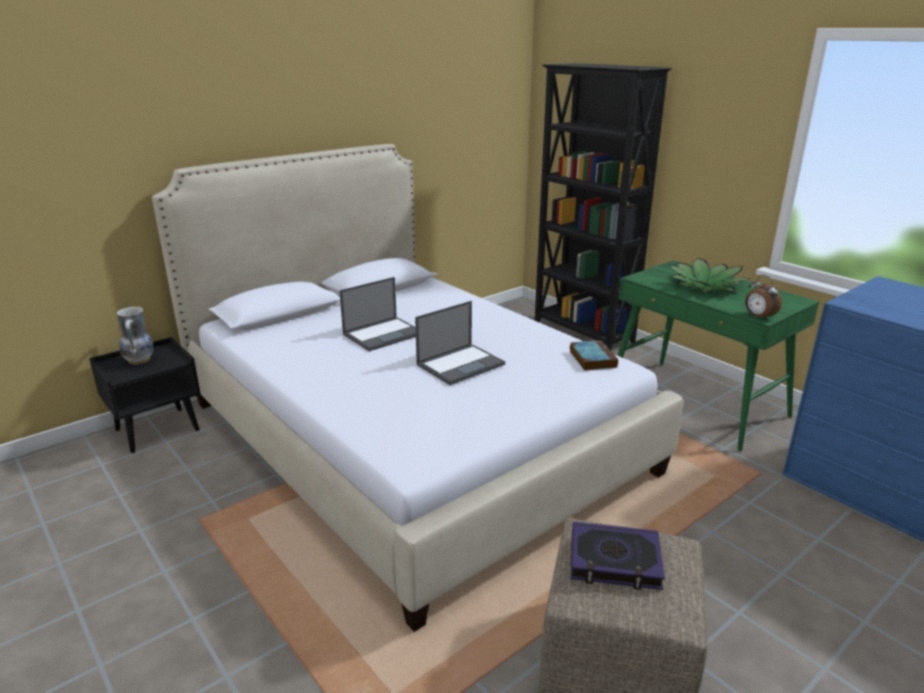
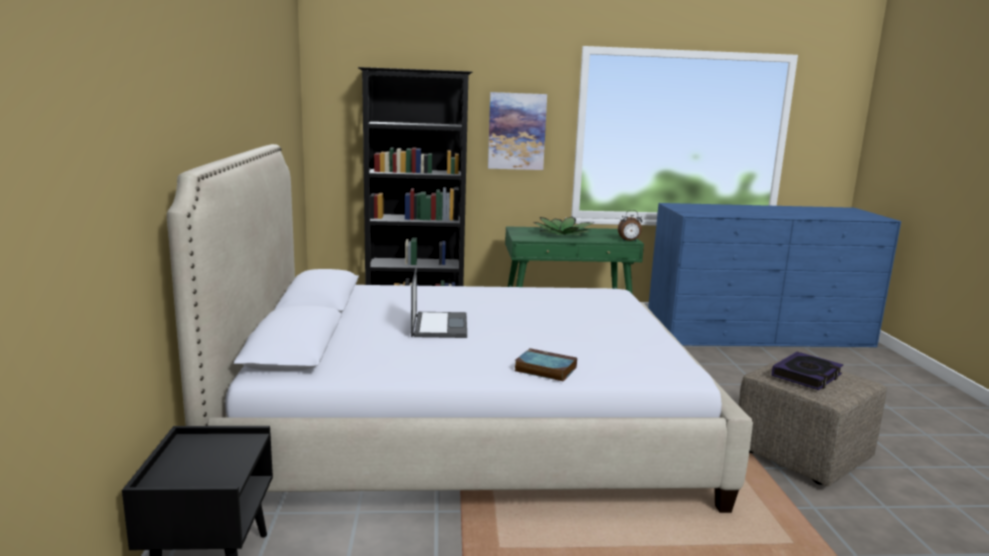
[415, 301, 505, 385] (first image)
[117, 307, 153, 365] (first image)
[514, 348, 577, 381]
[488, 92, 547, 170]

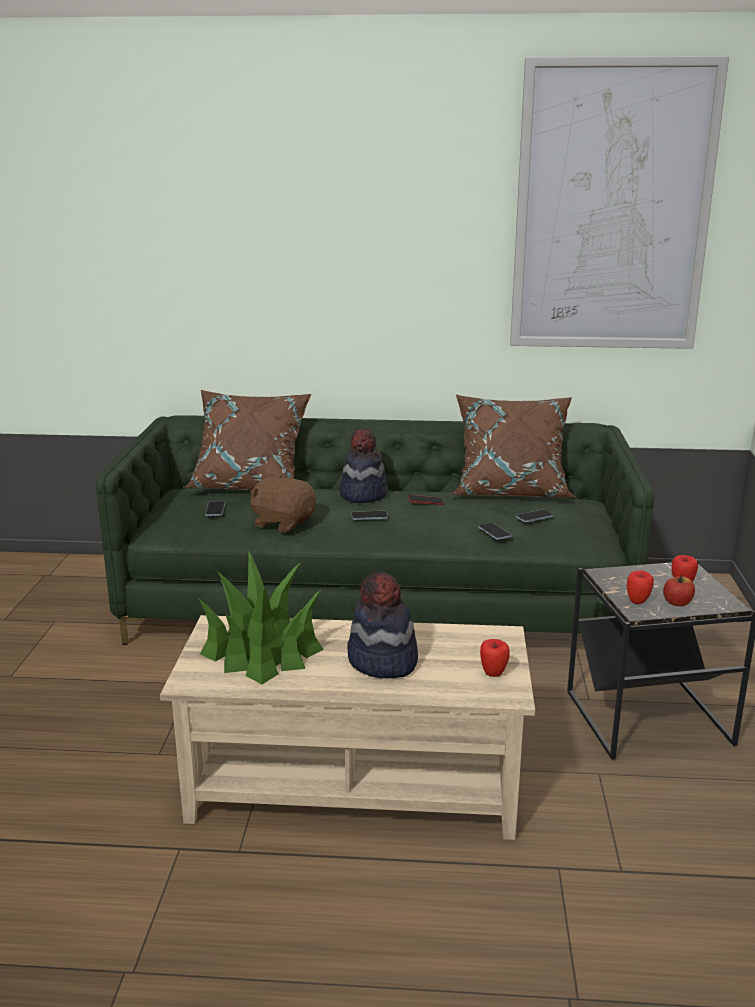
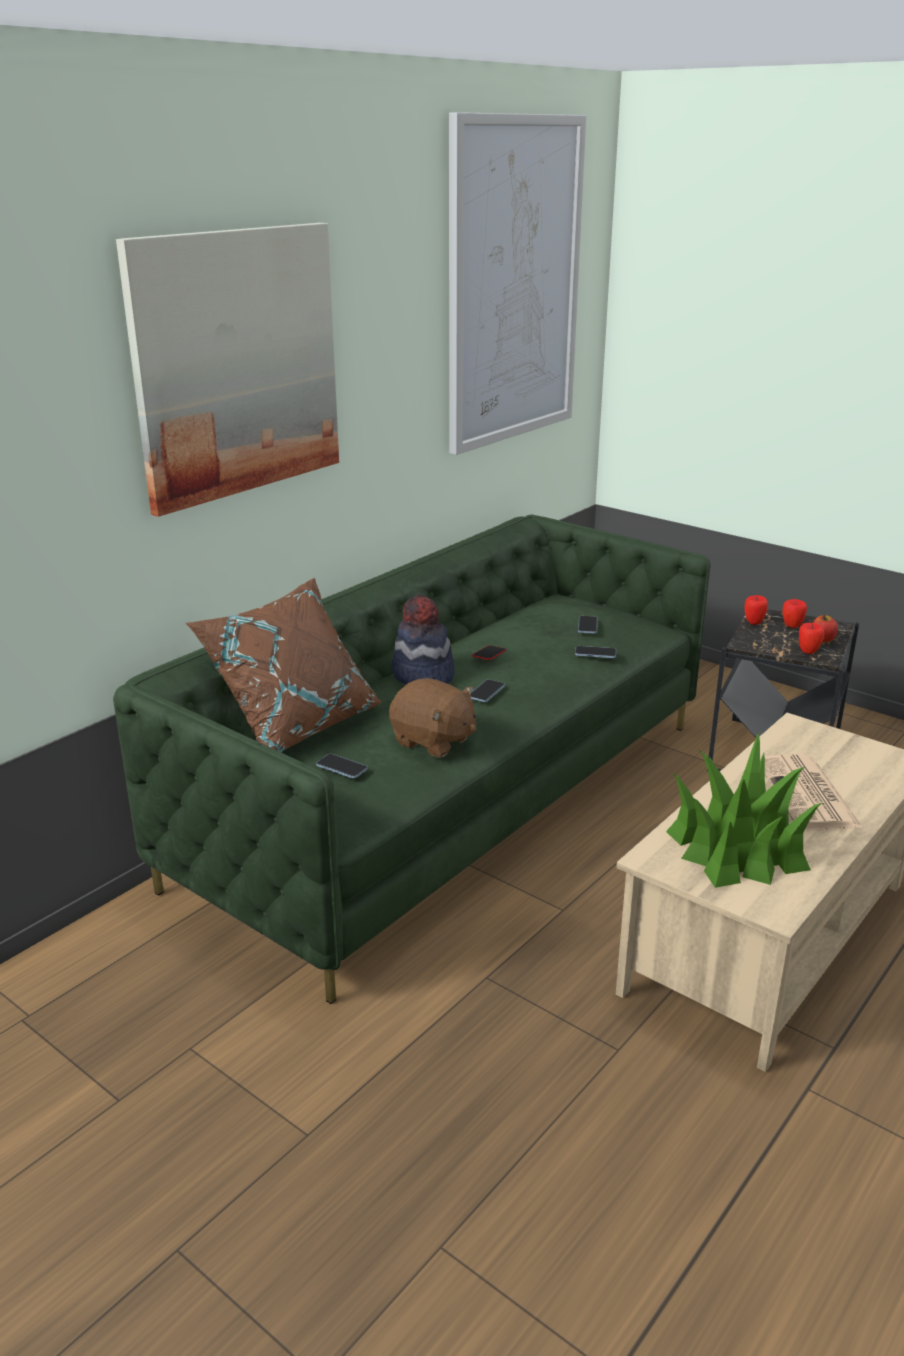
[451, 395, 576, 498] (first image)
[389, 678, 476, 758]
[760, 754, 863, 830]
[745, 595, 768, 625]
[116, 223, 339, 517]

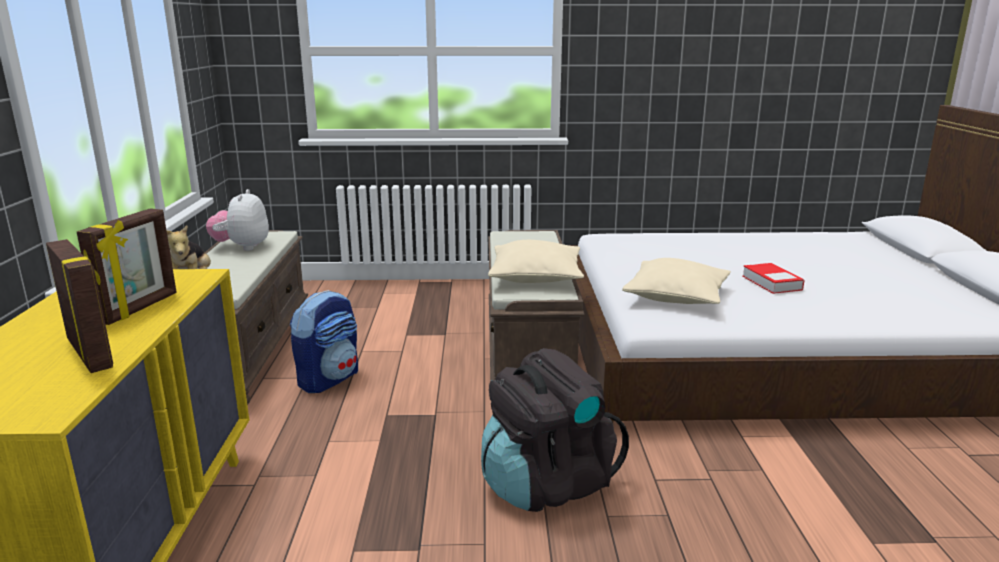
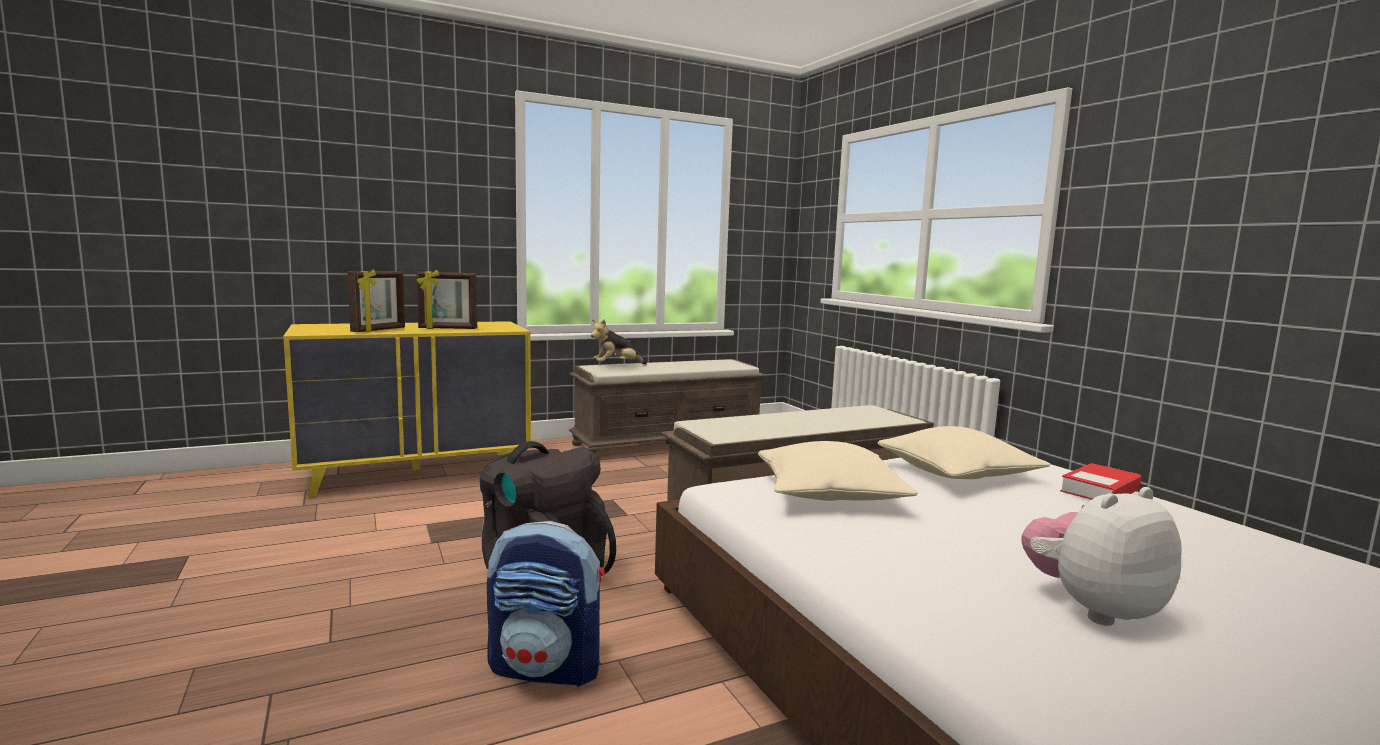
[1021, 487, 1182, 626]
[877, 426, 1051, 479]
[1060, 463, 1142, 500]
[487, 521, 605, 687]

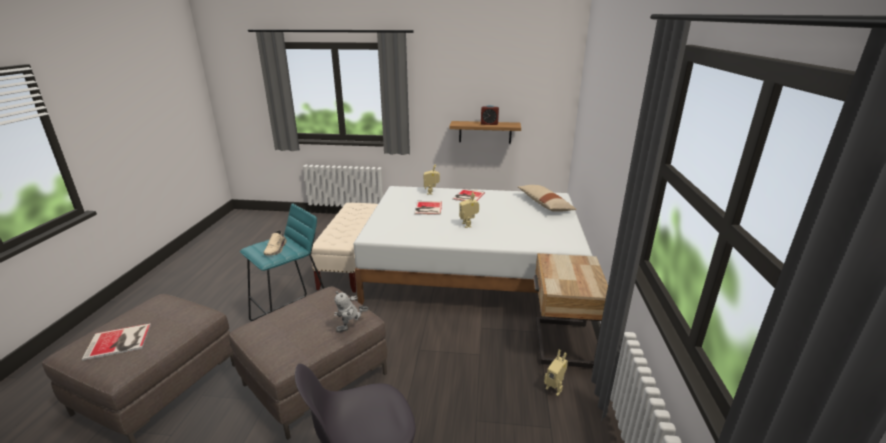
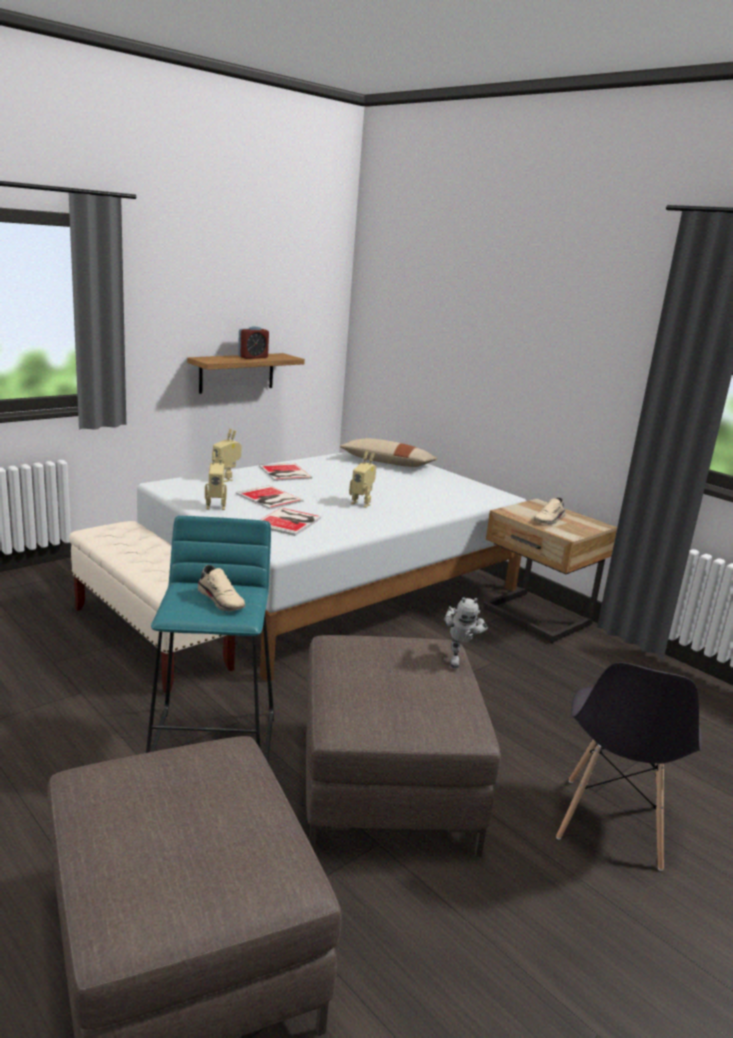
[260, 508, 321, 536]
[205, 451, 227, 510]
[534, 497, 565, 525]

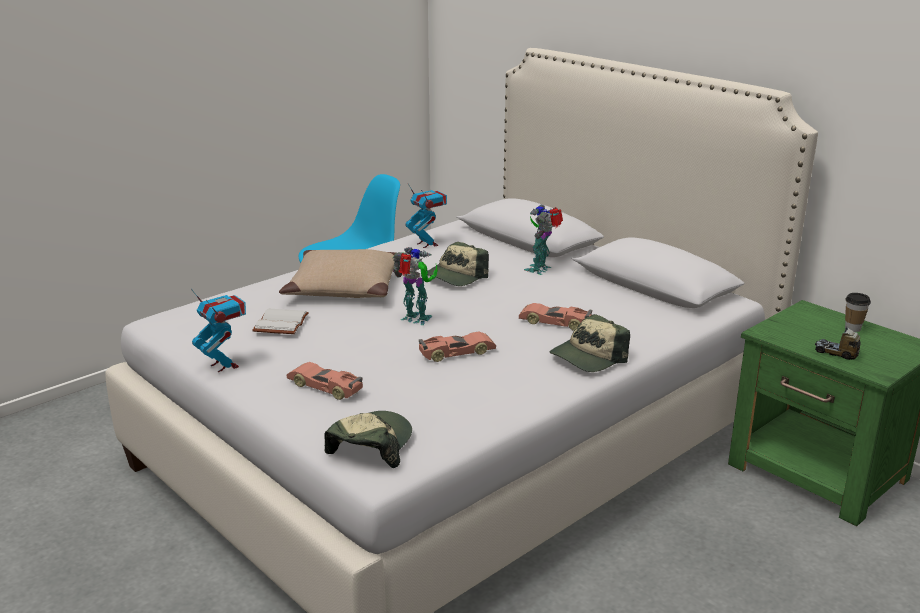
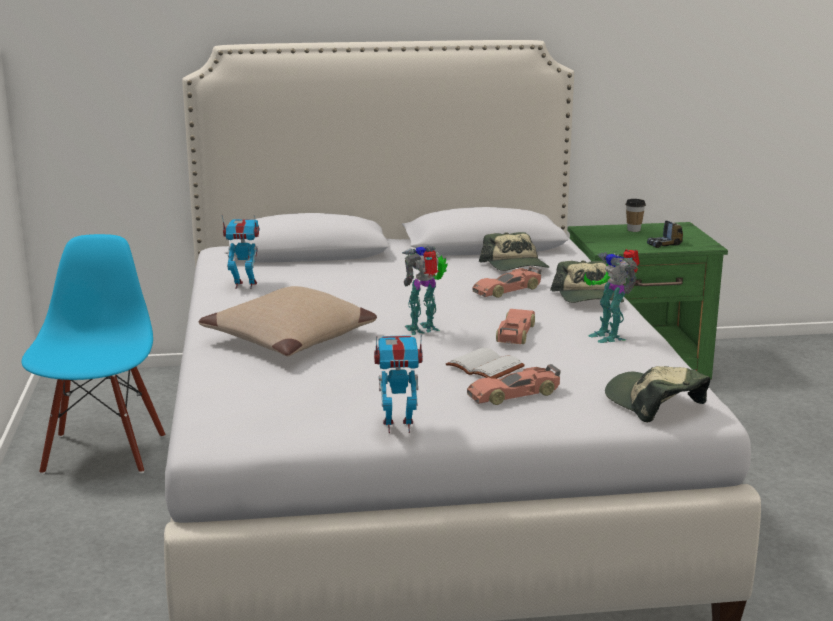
[584, 249, 640, 343]
[479, 232, 549, 271]
[446, 347, 525, 379]

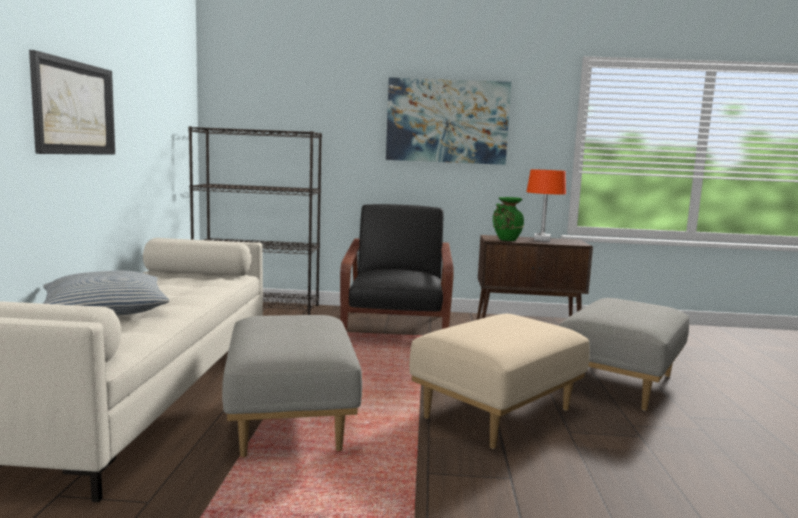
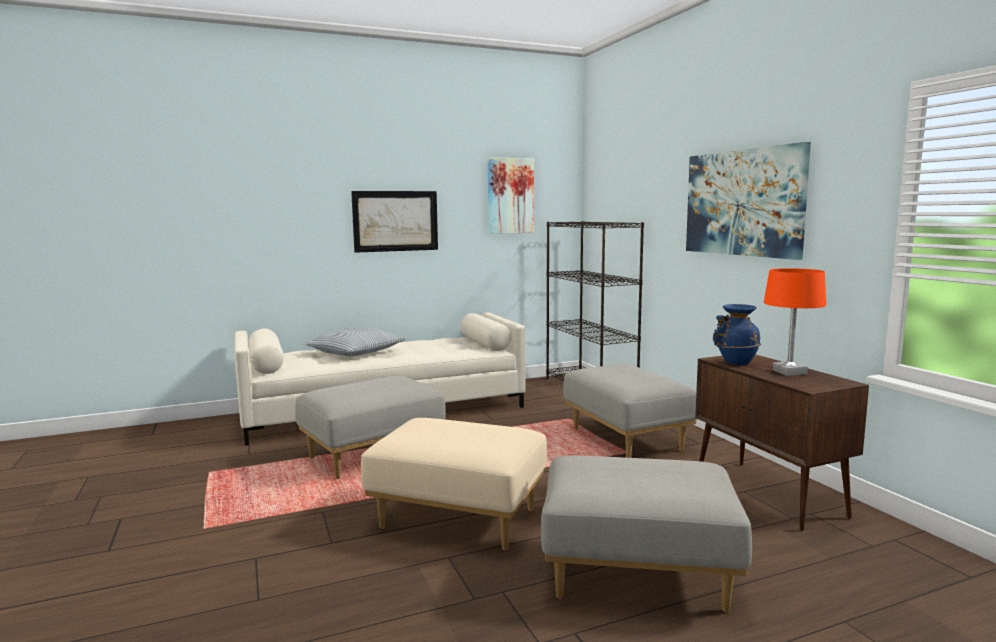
[713, 304, 761, 365]
[563, 364, 697, 458]
[487, 157, 534, 234]

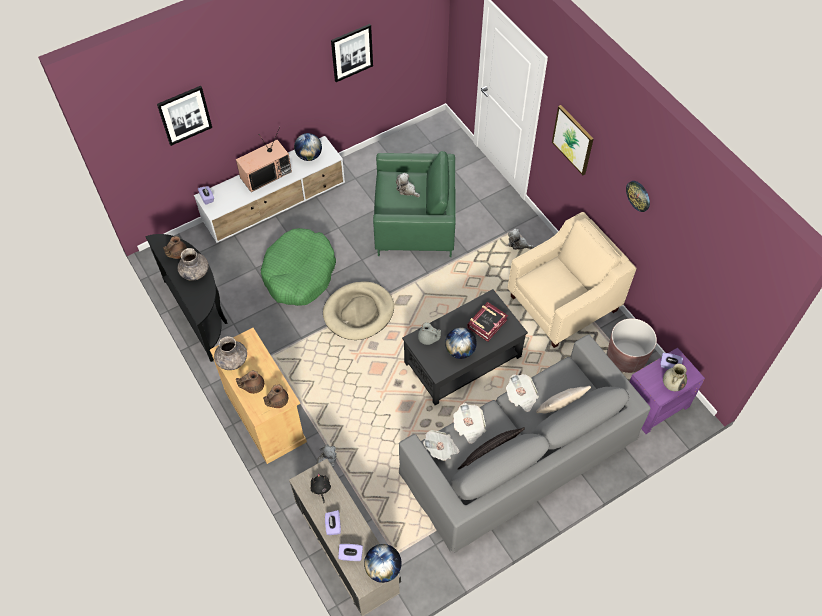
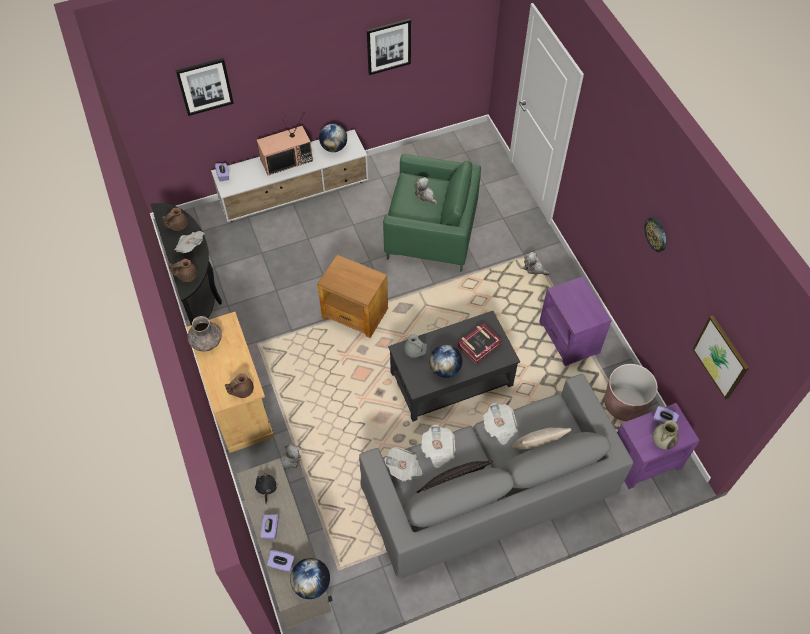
[693, 316, 749, 400]
[539, 276, 612, 366]
[261, 228, 336, 306] (first image)
[174, 231, 205, 253]
[317, 255, 388, 338]
[168, 259, 198, 282]

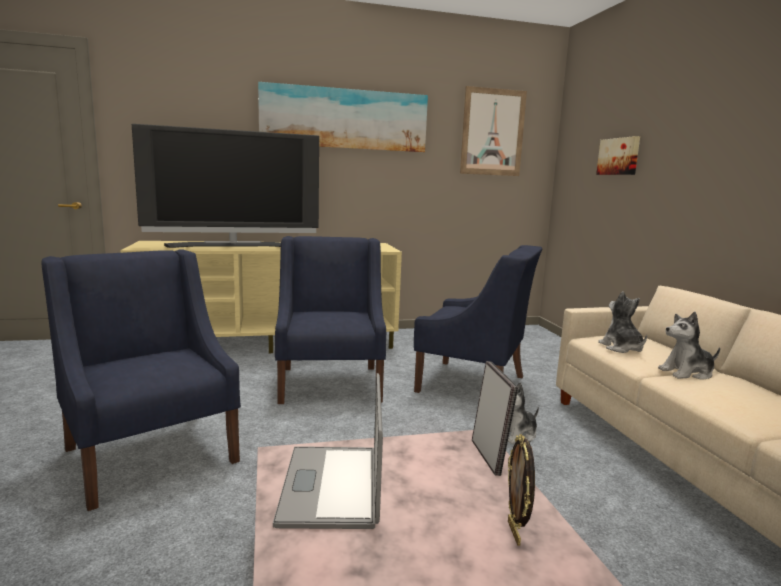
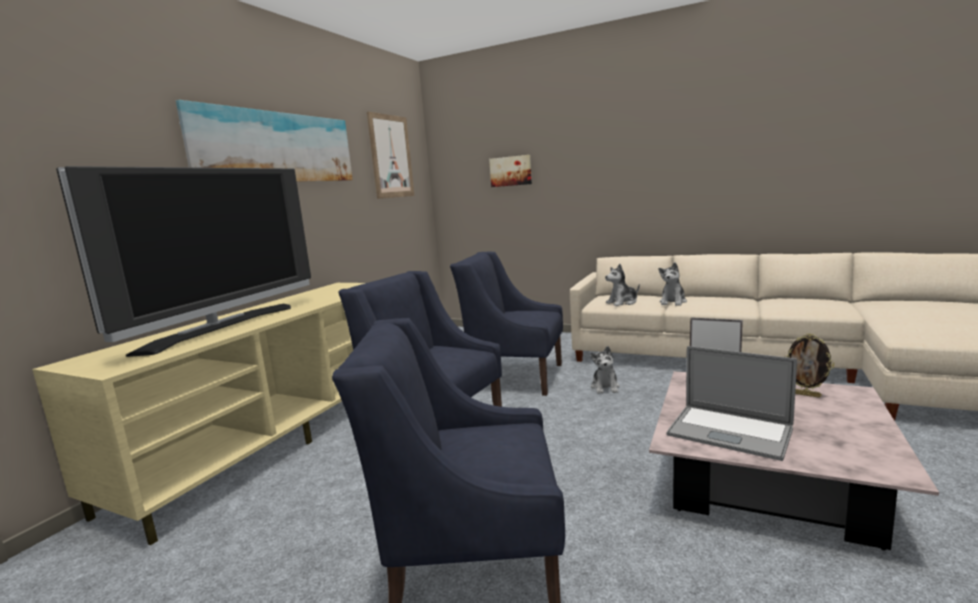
[450, 251, 563, 396]
[605, 264, 640, 306]

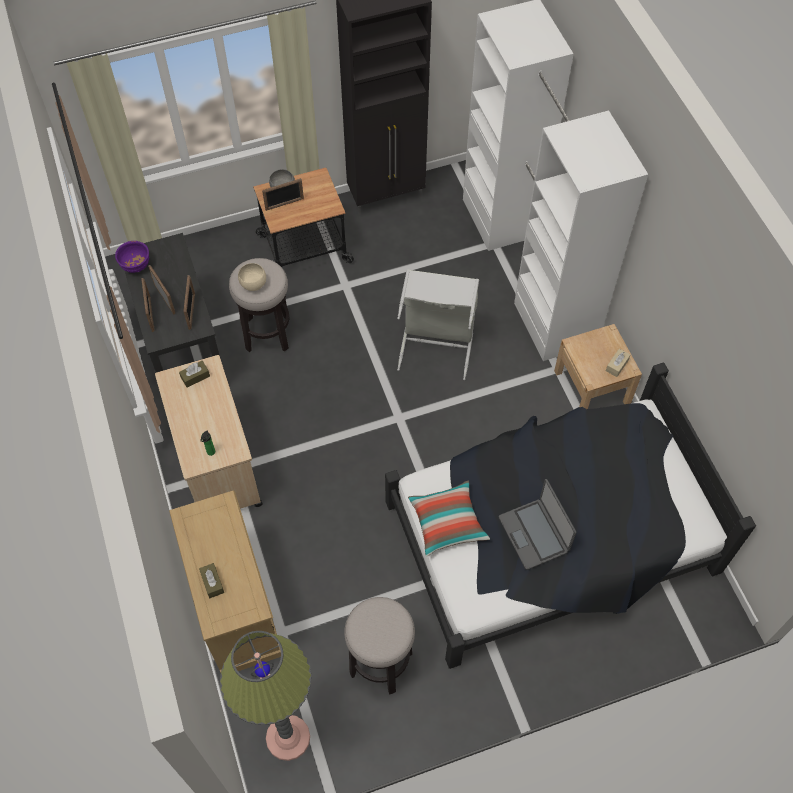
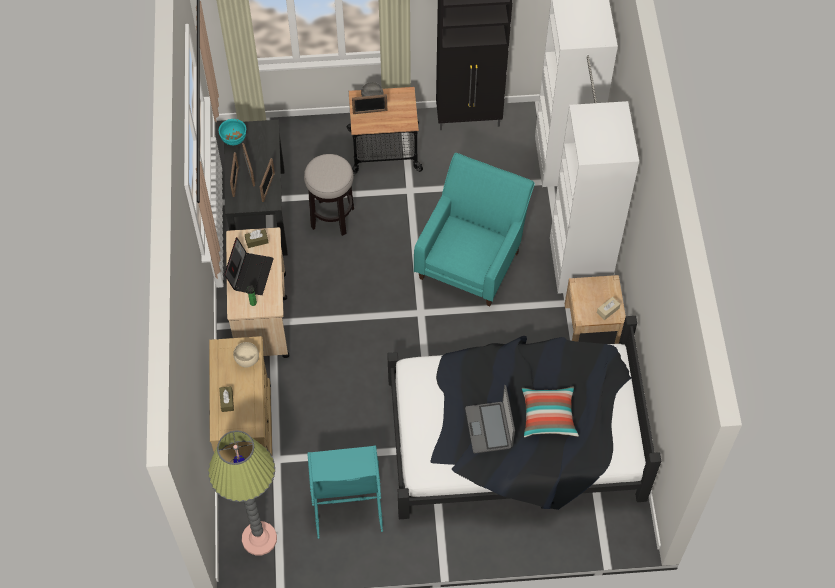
[218, 119, 246, 145]
[233, 342, 259, 368]
[414, 153, 535, 306]
[522, 386, 579, 438]
[307, 446, 383, 539]
[224, 237, 274, 295]

